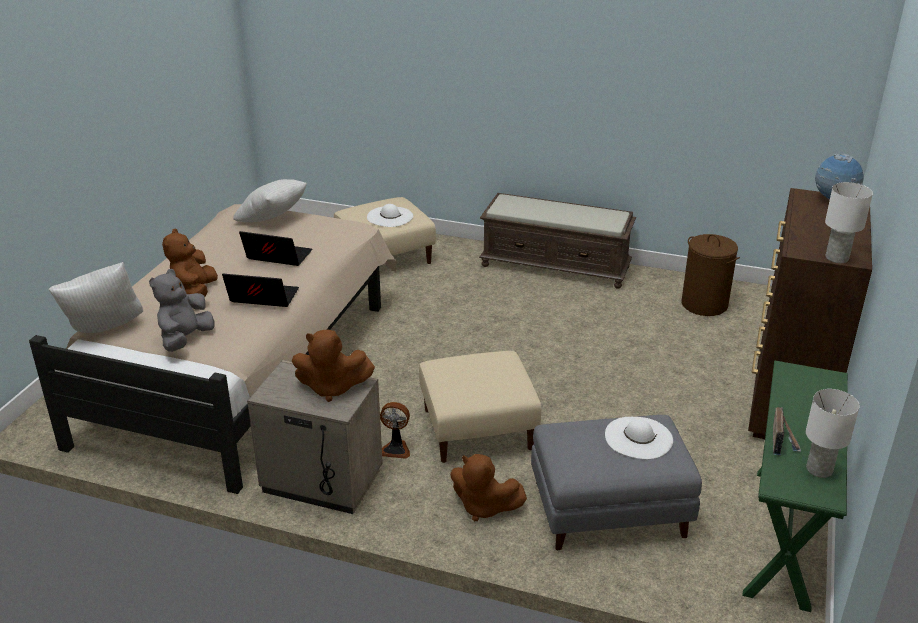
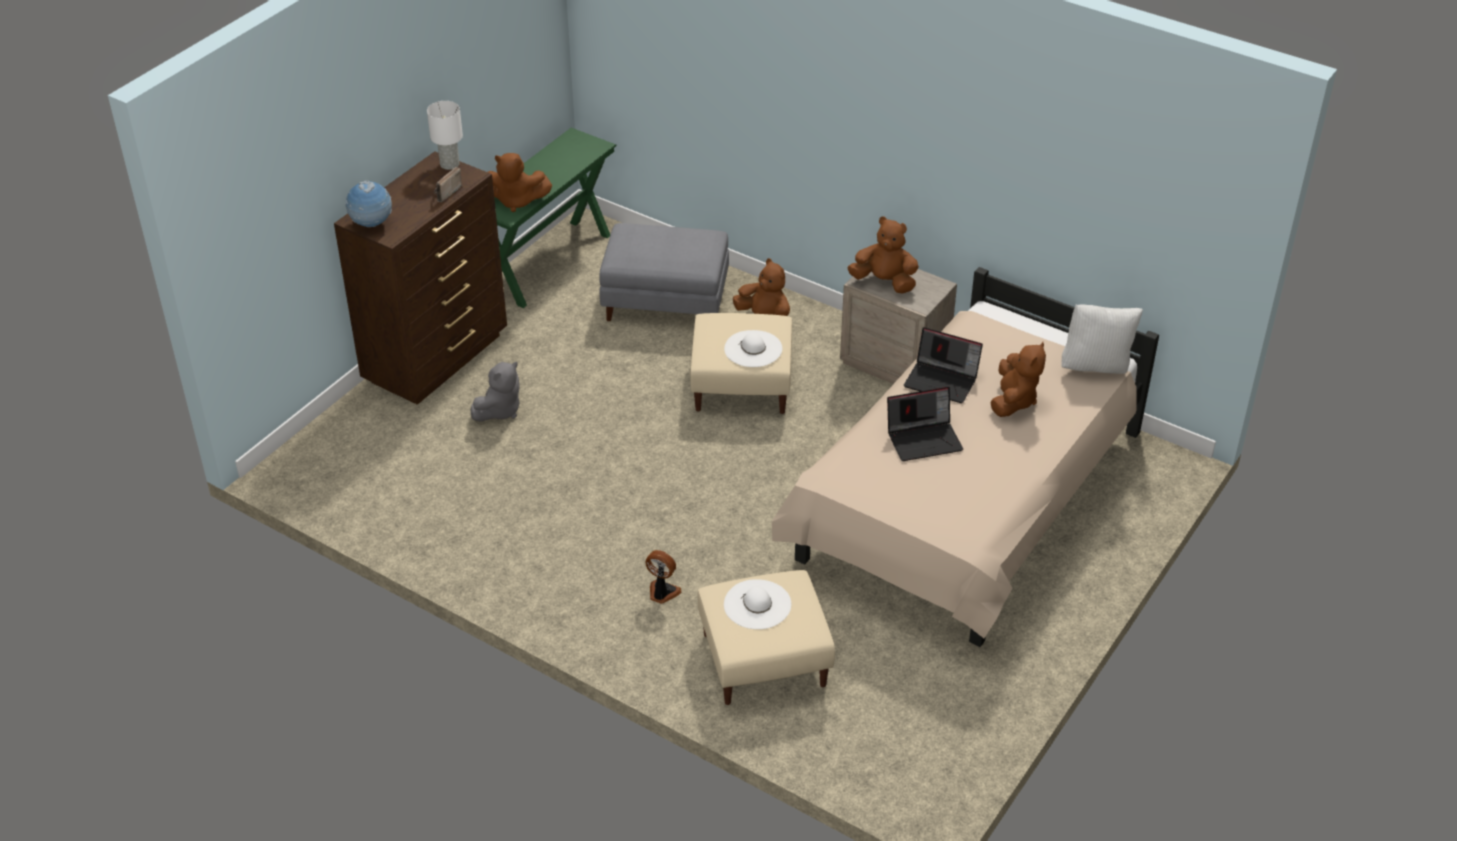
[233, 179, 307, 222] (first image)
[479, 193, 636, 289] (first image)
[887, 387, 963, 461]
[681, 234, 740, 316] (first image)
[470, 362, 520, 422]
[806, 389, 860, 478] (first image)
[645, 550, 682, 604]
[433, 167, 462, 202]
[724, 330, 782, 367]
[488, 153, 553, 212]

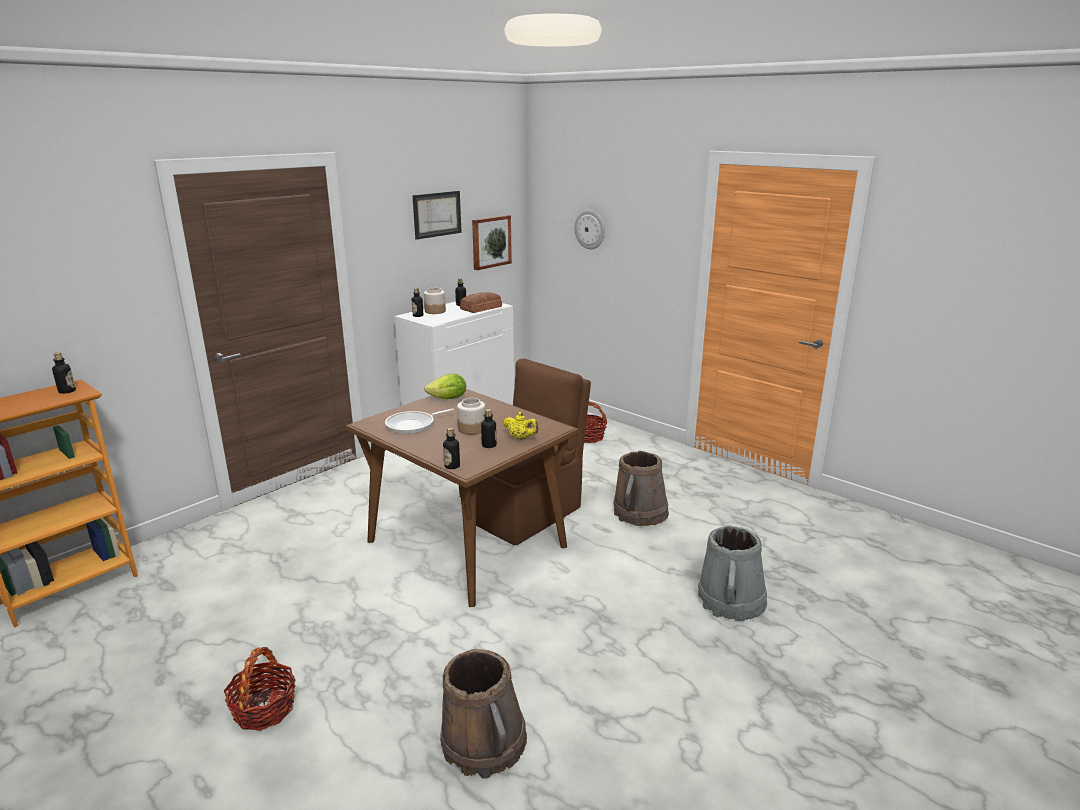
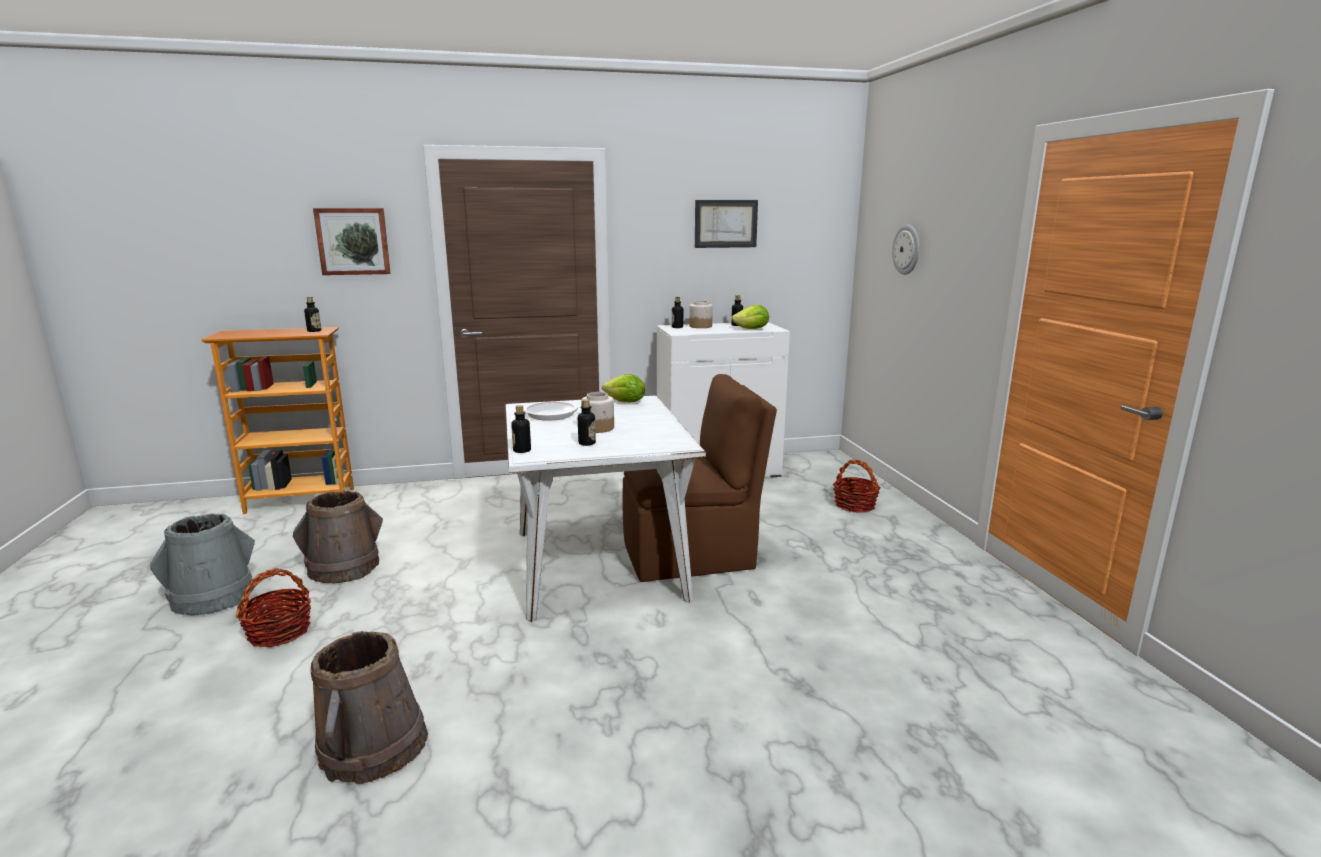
[313, 208, 391, 275]
[731, 305, 769, 329]
[505, 396, 706, 622]
[503, 412, 538, 440] (first image)
[293, 491, 383, 584]
[150, 513, 255, 615]

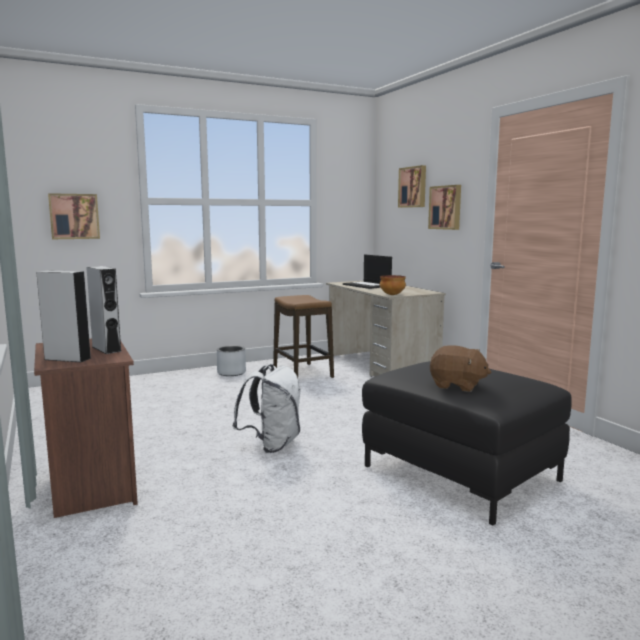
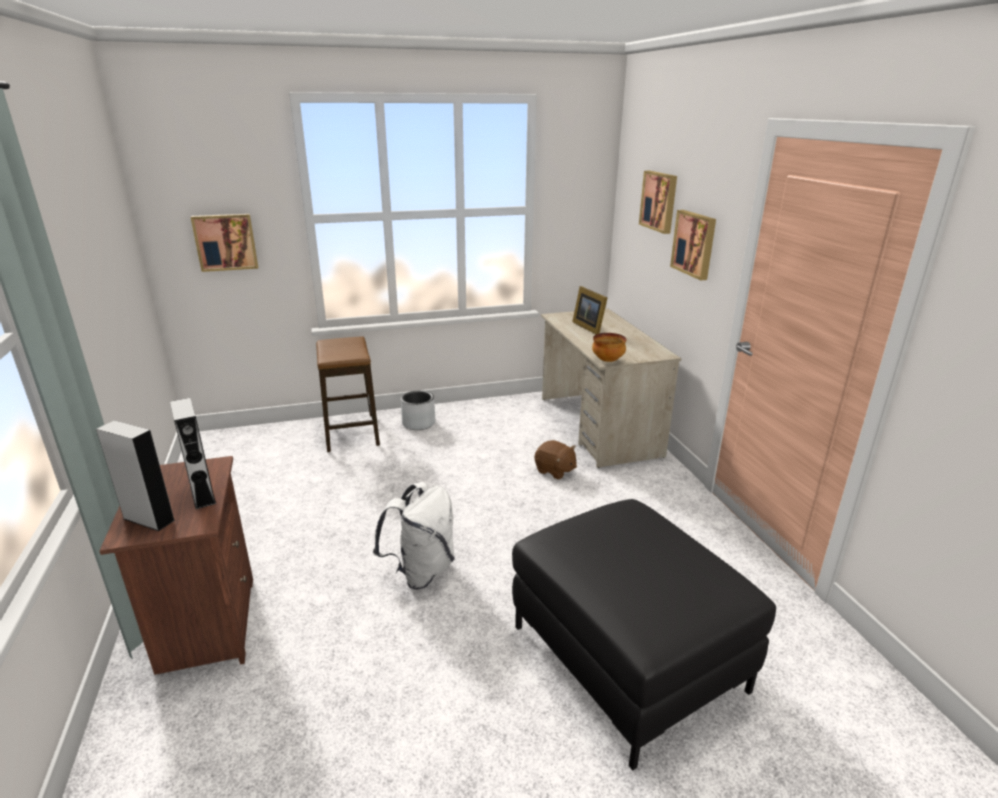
[572, 286, 607, 334]
[316, 336, 380, 452]
[535, 440, 577, 480]

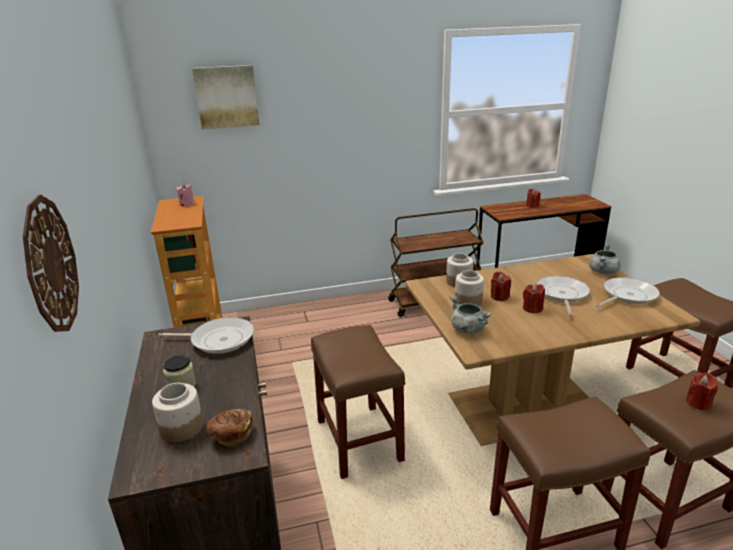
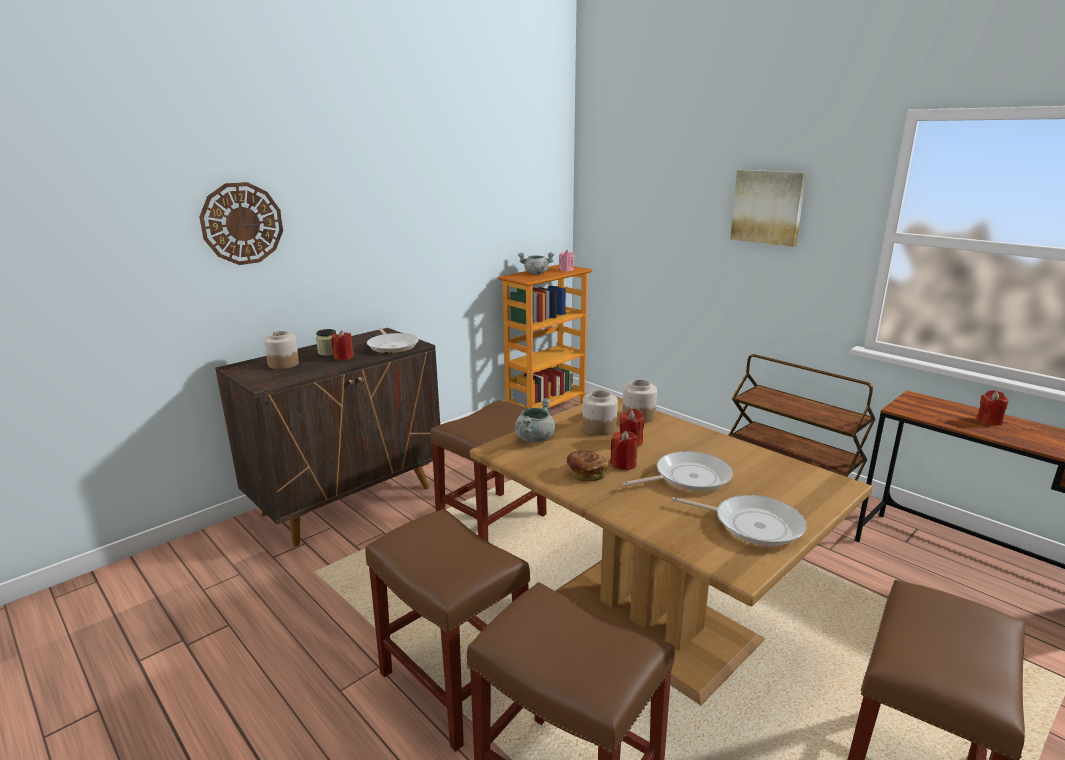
[730, 170, 806, 247]
[518, 252, 554, 274]
[331, 330, 354, 360]
[566, 450, 608, 481]

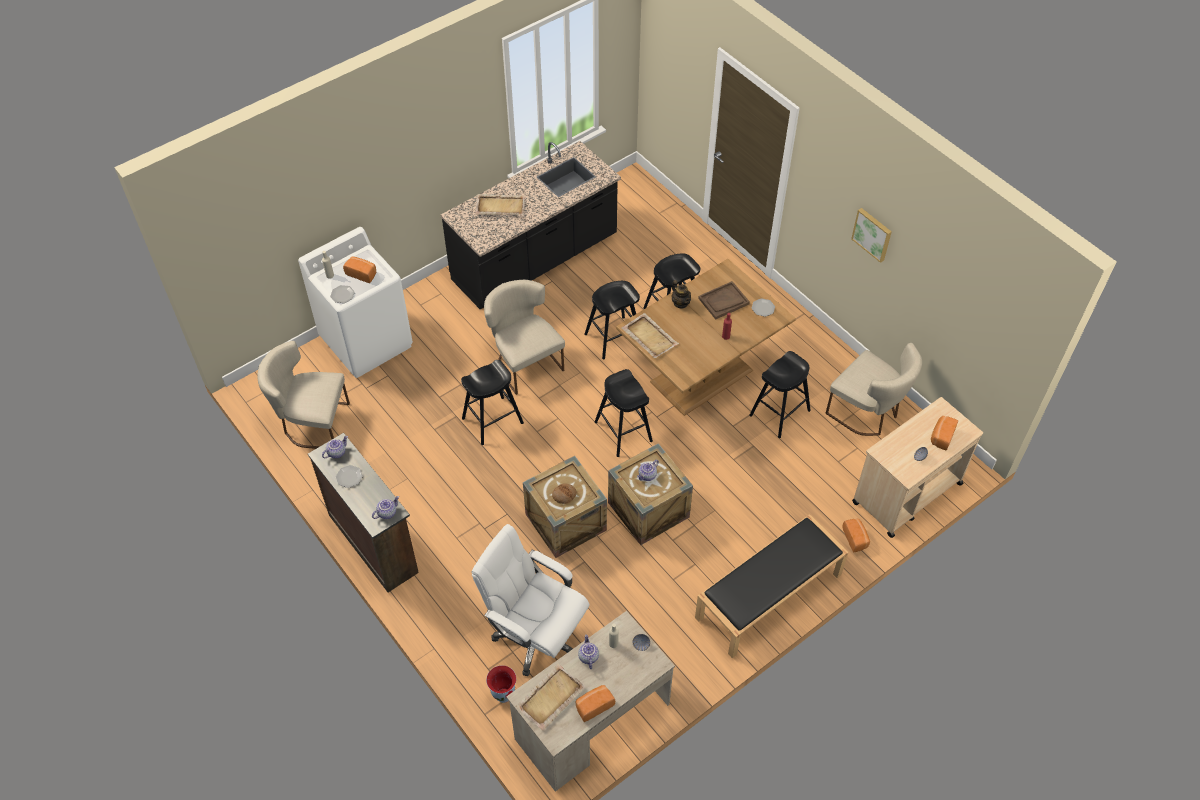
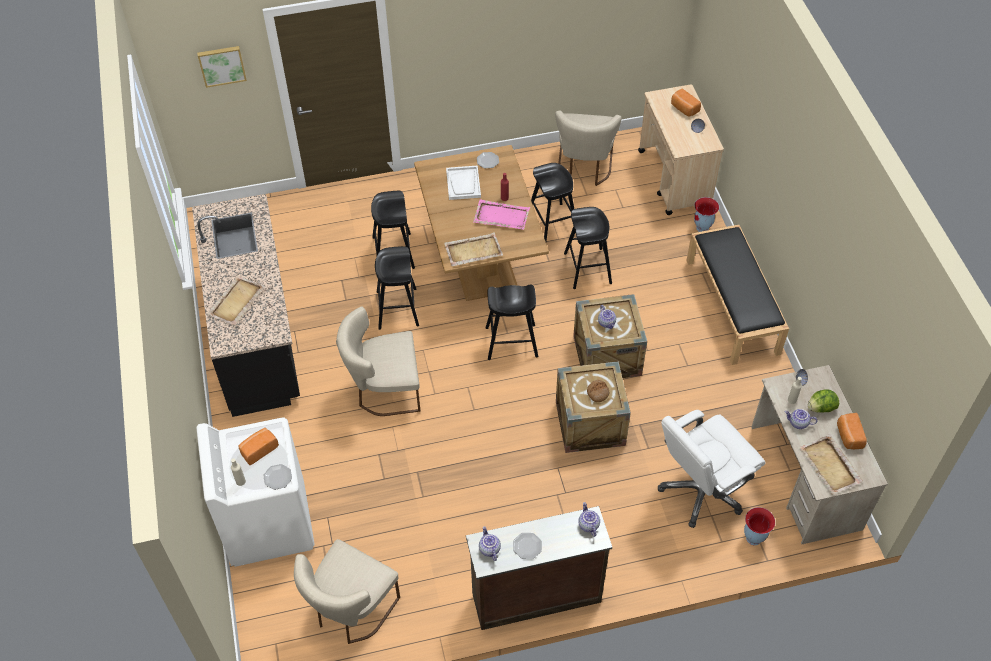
[197, 46, 247, 88]
[672, 280, 691, 308] (first image)
[446, 166, 481, 200]
[555, 110, 622, 186]
[564, 207, 612, 289]
[694, 197, 719, 232]
[473, 199, 530, 230]
[808, 390, 839, 413]

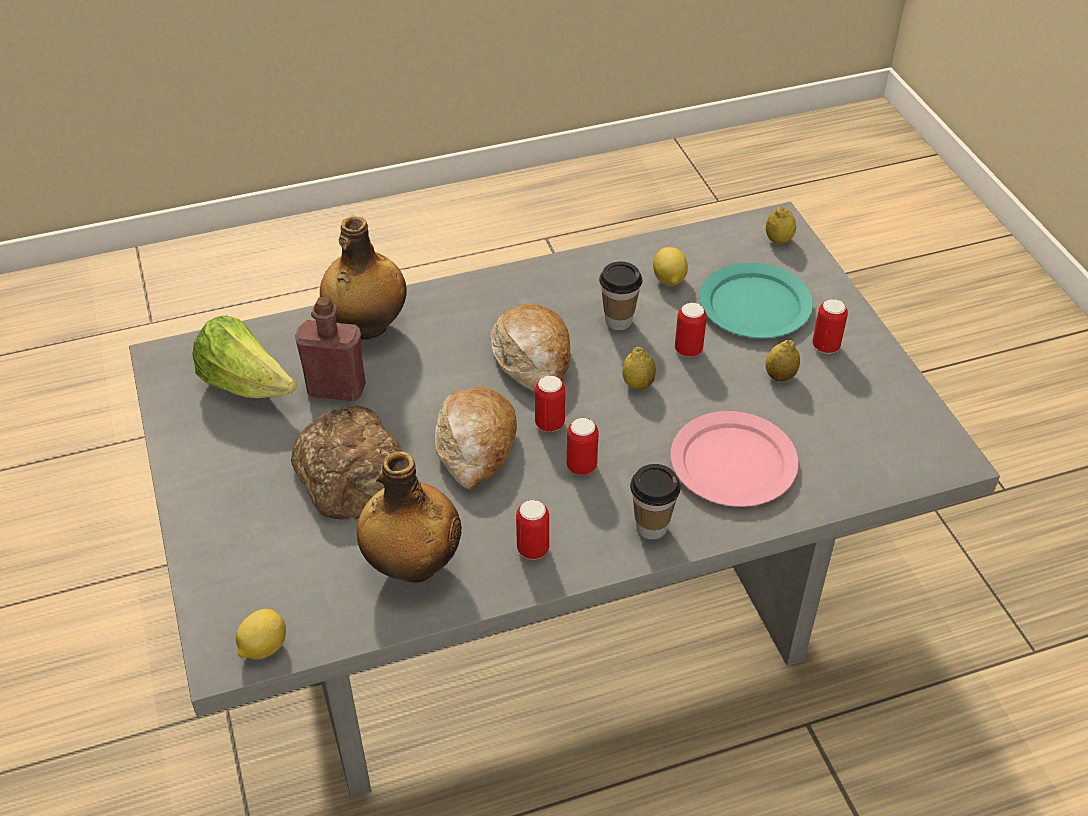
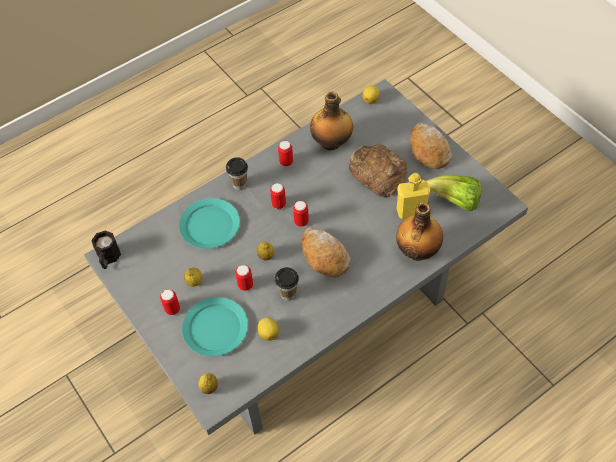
[396, 173, 430, 219]
[410, 123, 452, 169]
[179, 198, 240, 249]
[91, 231, 121, 269]

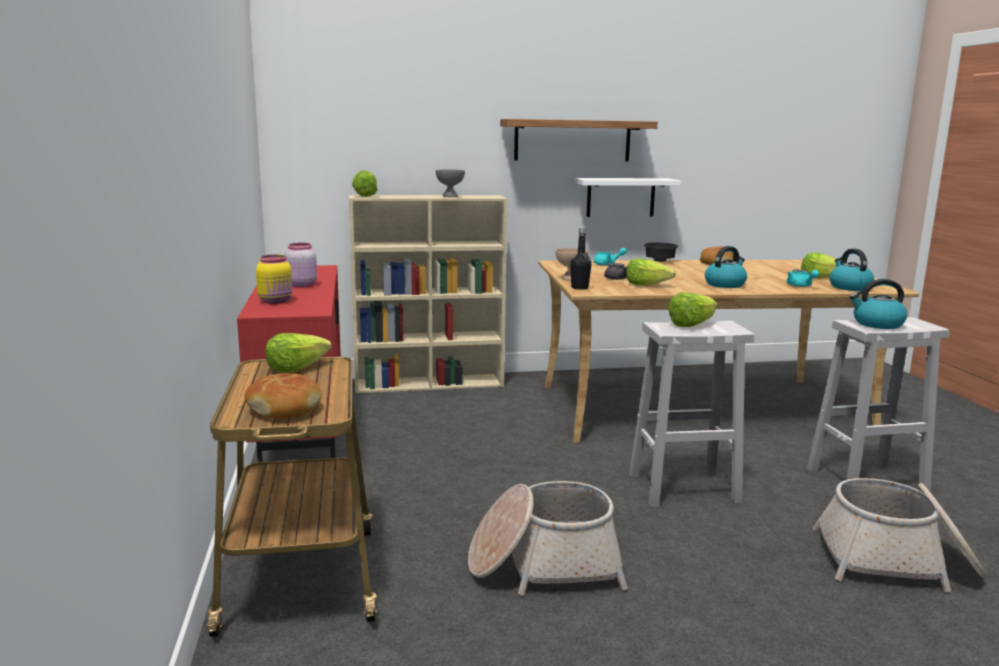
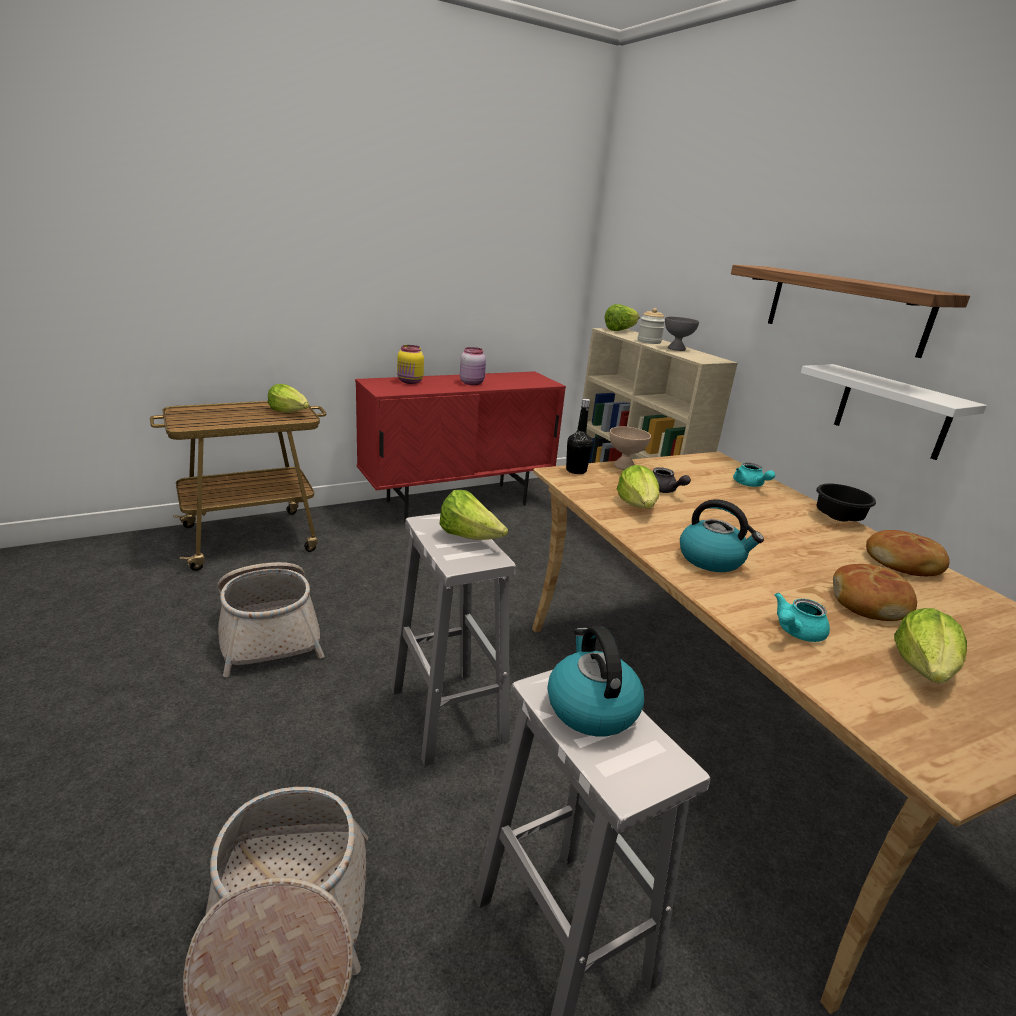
[829, 249, 874, 291] (first image)
[833, 564, 917, 621]
[638, 308, 665, 344]

